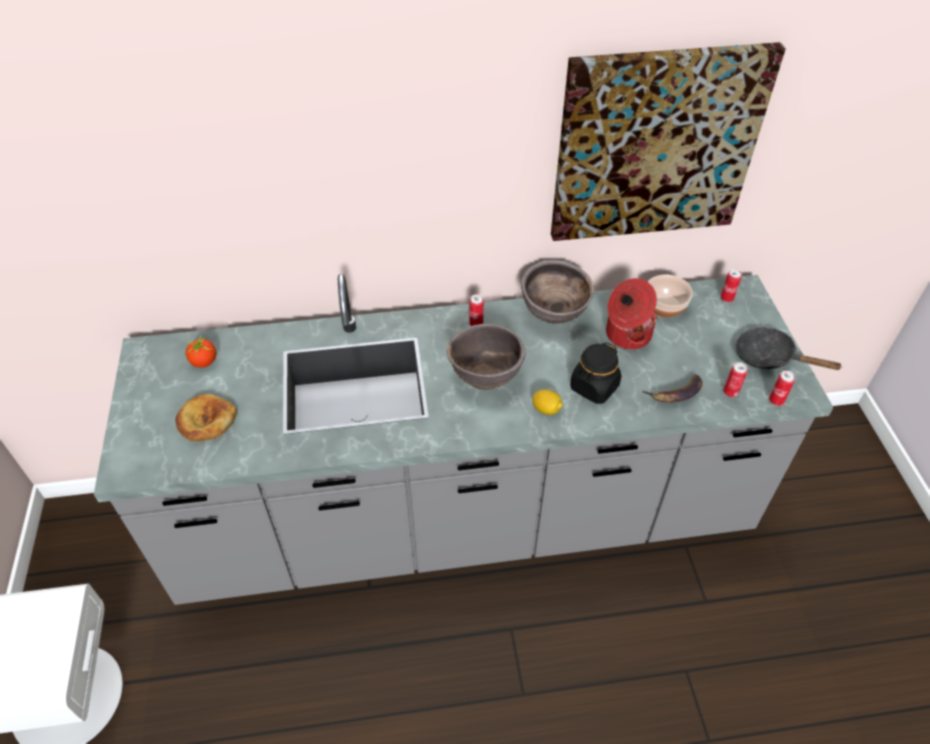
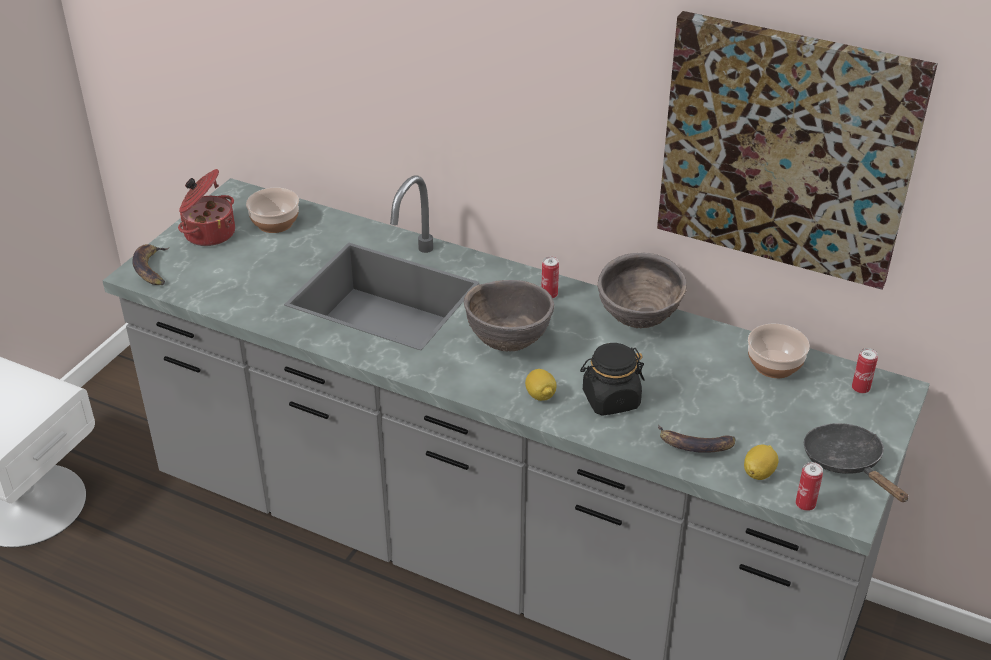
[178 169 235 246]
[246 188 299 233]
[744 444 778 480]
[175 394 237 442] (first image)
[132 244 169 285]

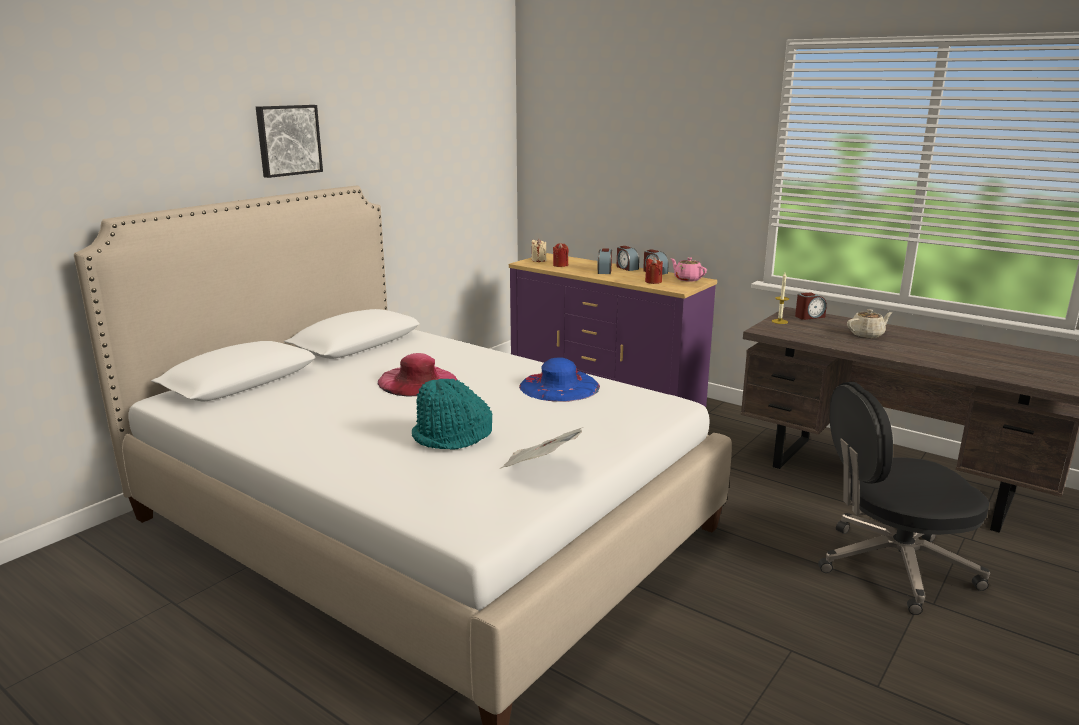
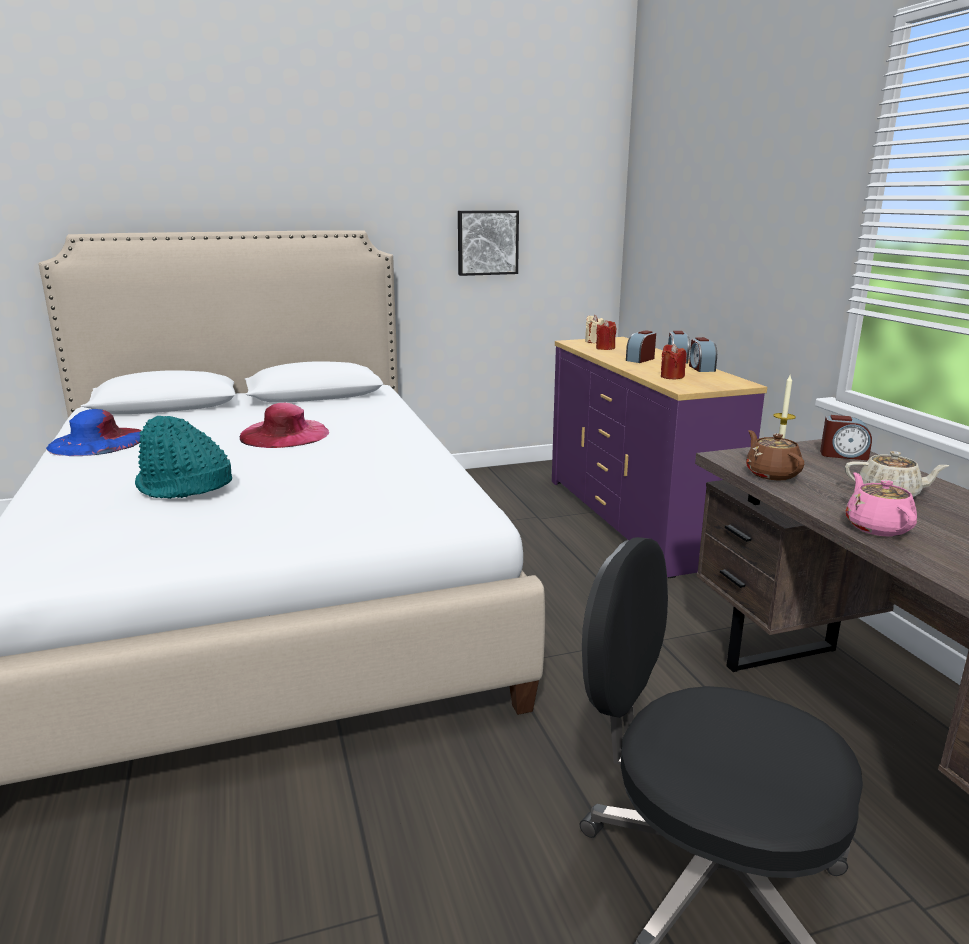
[458 210 519 276]
[845 472 917 537]
[46 409 141 456]
[499 427 583 469] (first image)
[746 430 804 480]

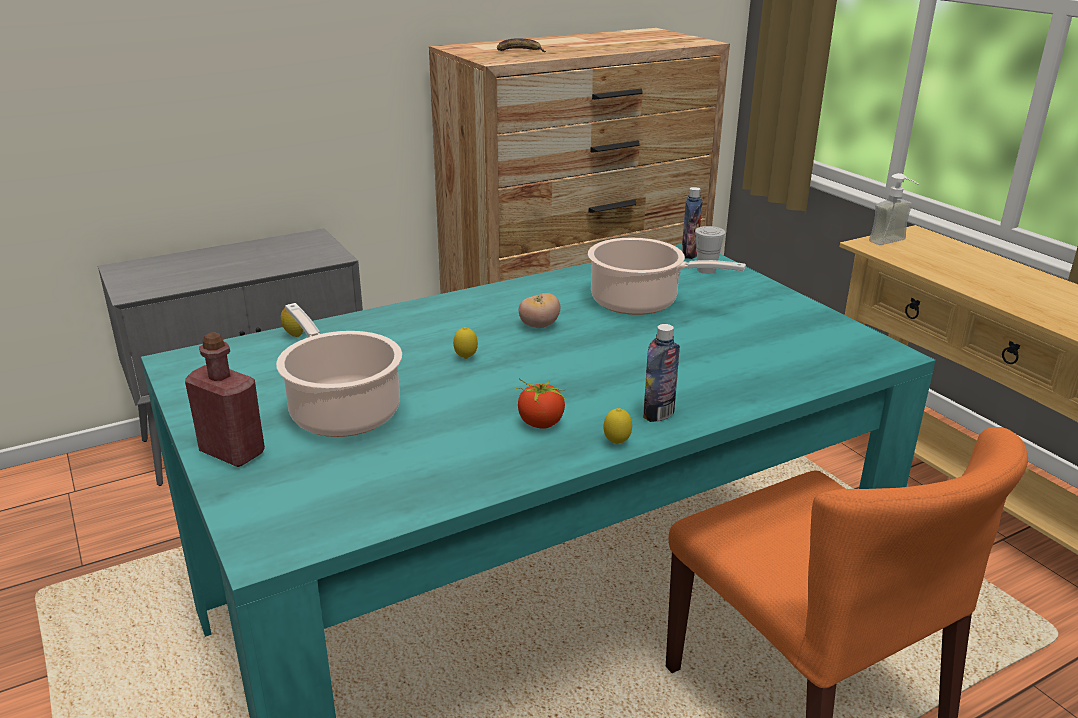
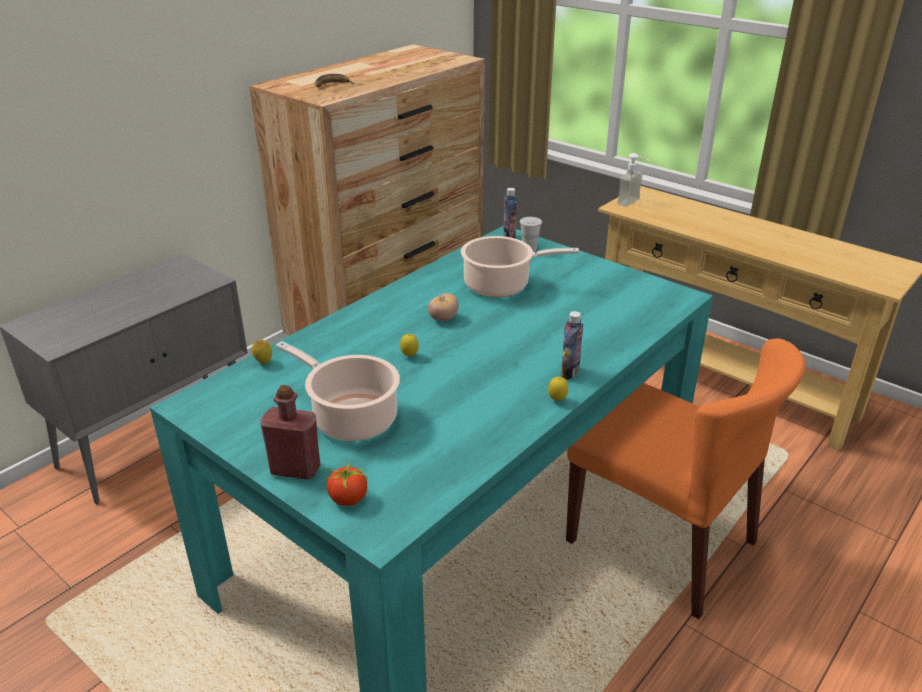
[324 462 368 506]

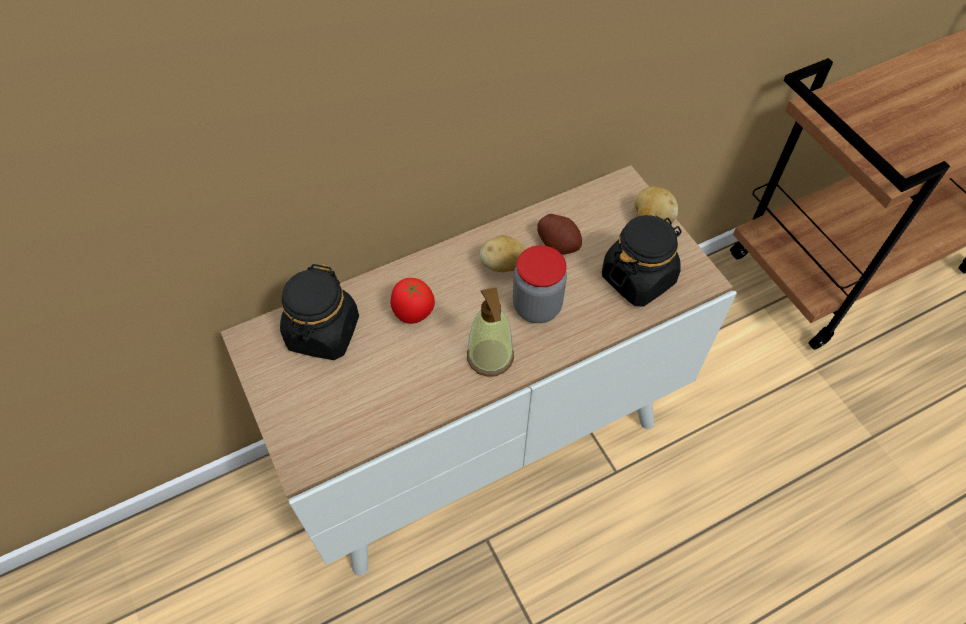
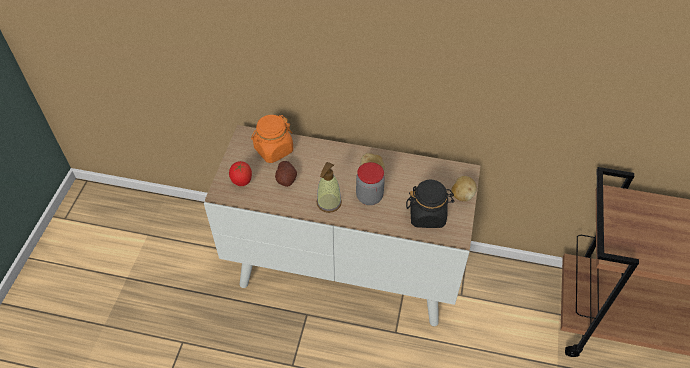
[275 161 297 187]
[251 115 293 163]
[229 161 252 186]

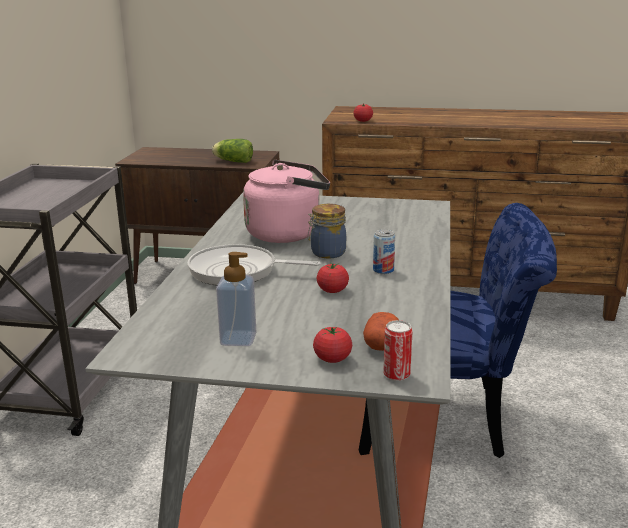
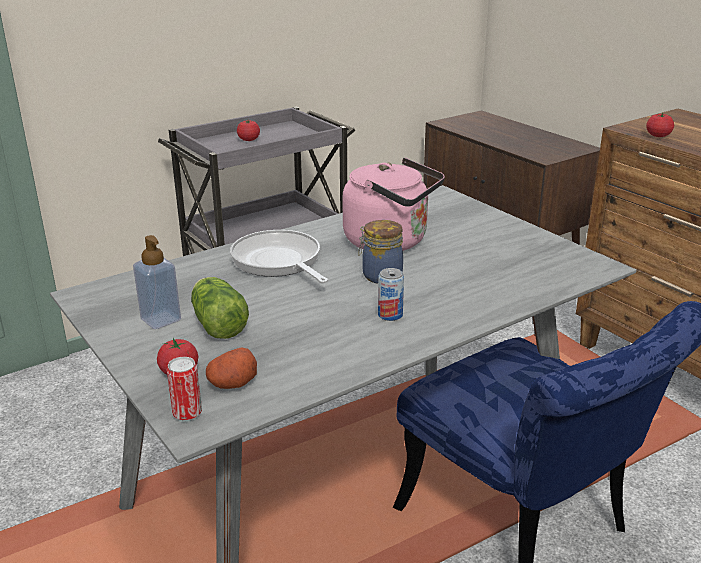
[191 277 249 339]
[237 120 260 141]

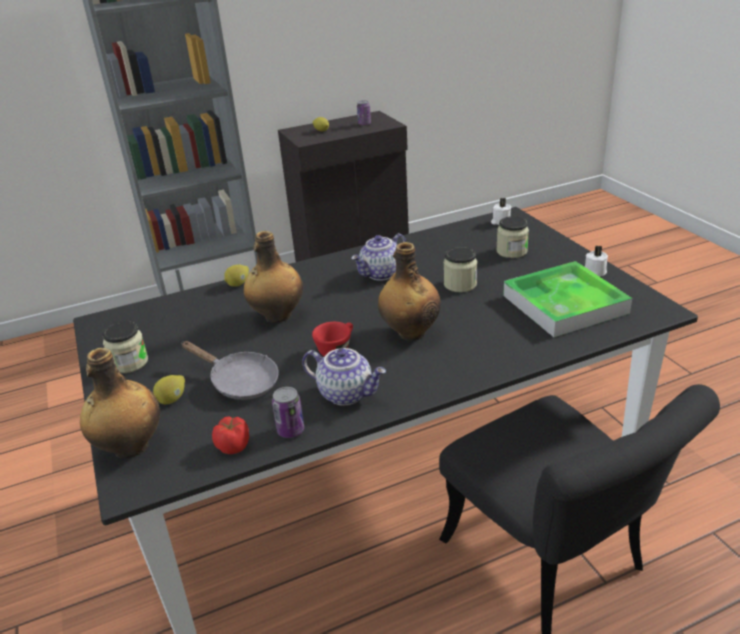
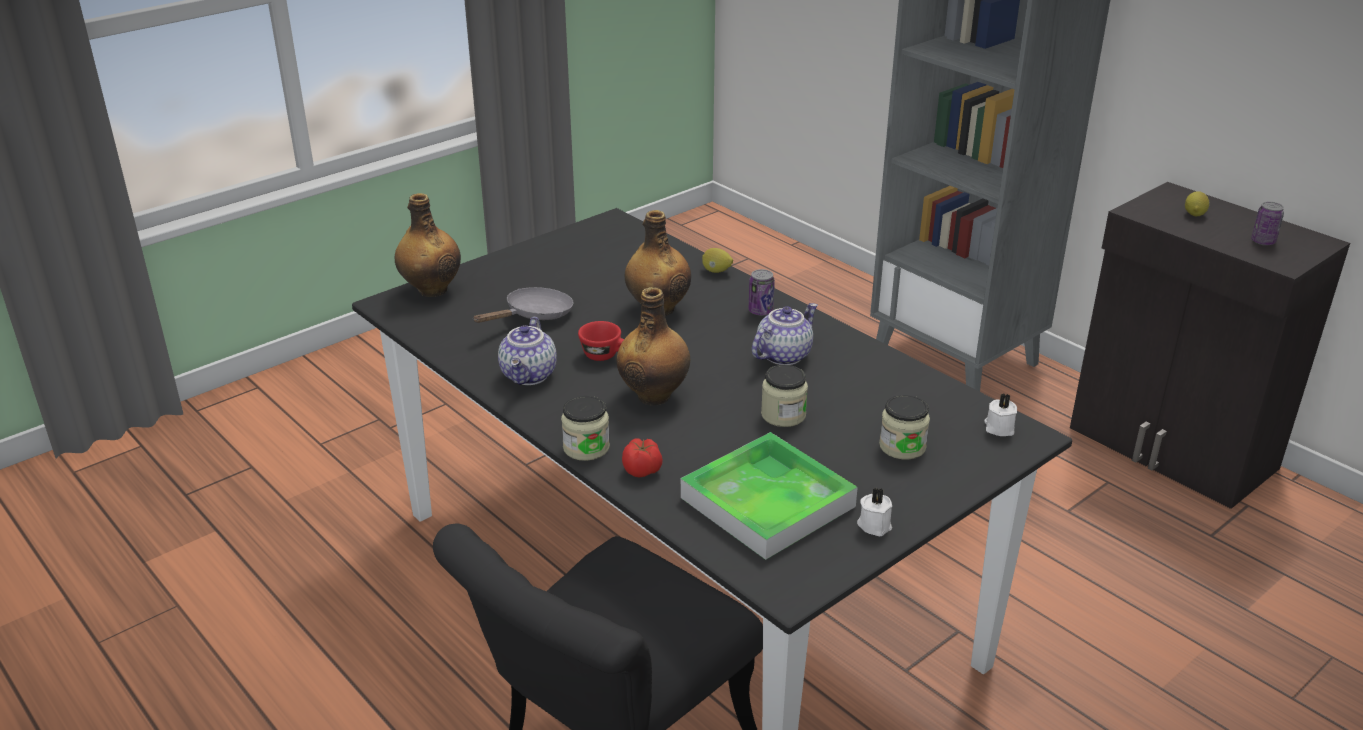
[752 303 818 365]
[561 396 610 461]
[473 287 574 323]
[153 375 185 404] (first image)
[749 269 775 316]
[622 439 663 477]

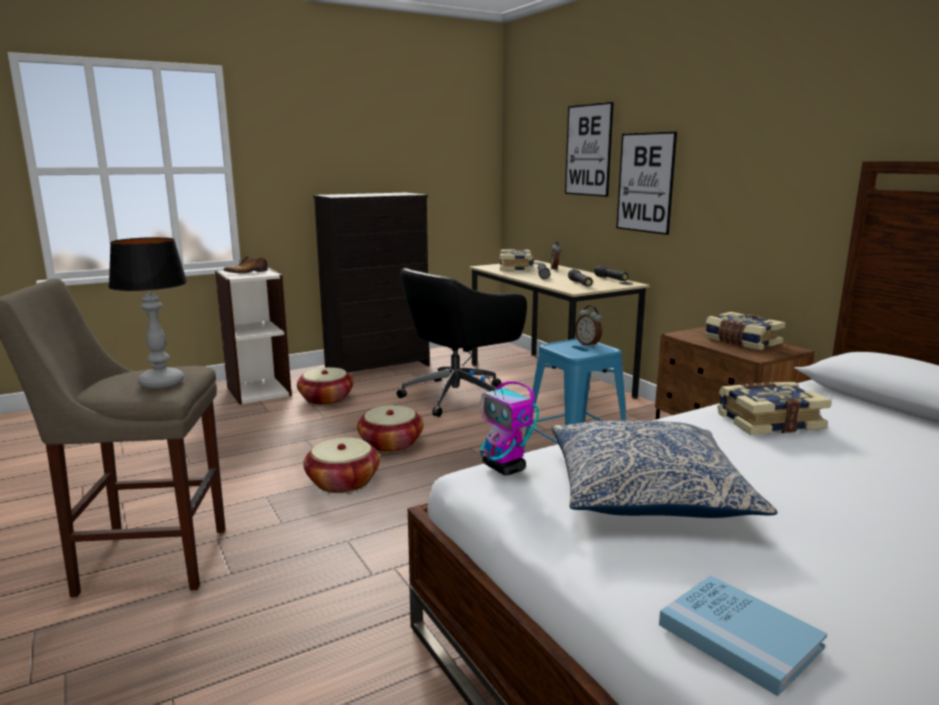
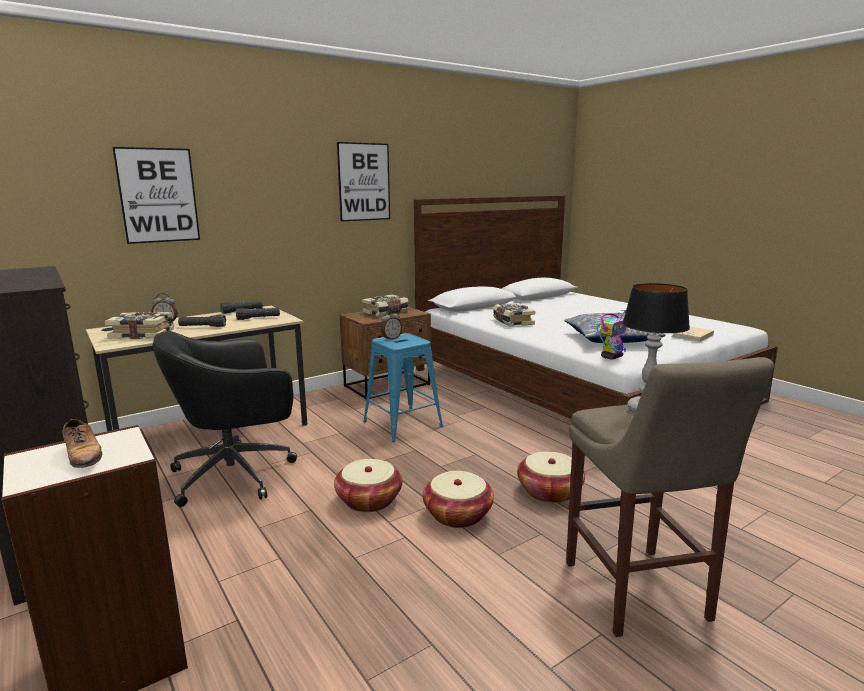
[337 142 390 222]
[153 331 297 507]
[517 452 585 503]
[672 326 714 342]

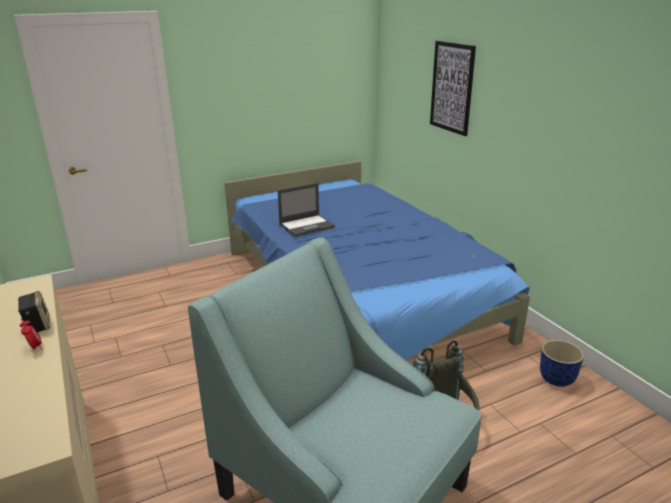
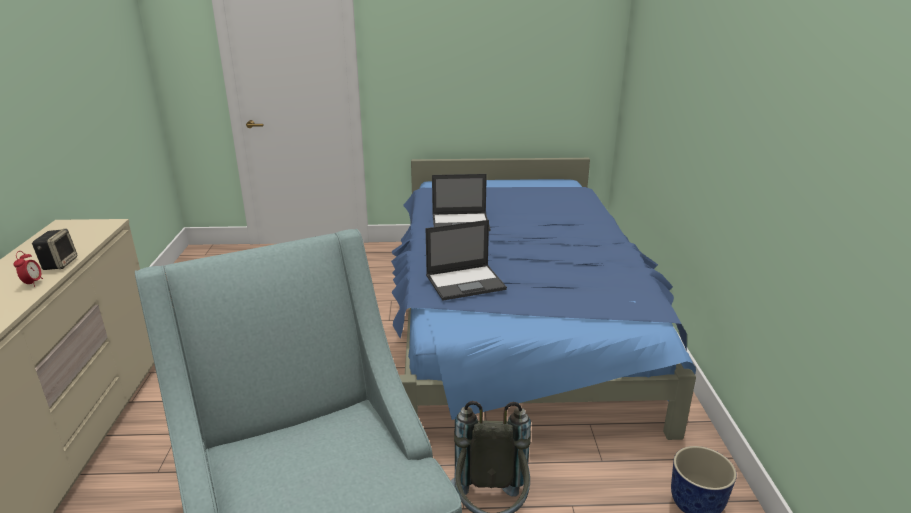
[430 41 476 136] (first image)
[426 220 507 301]

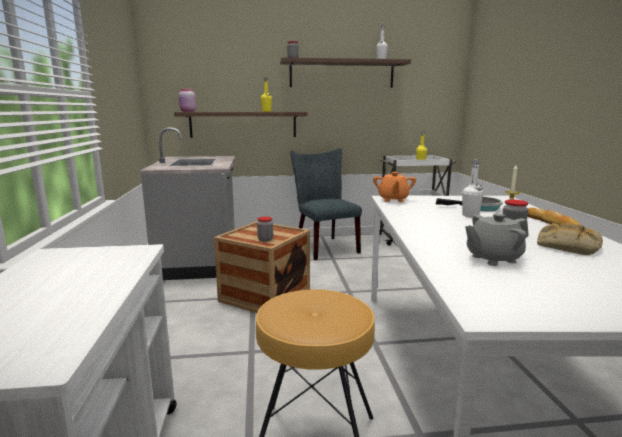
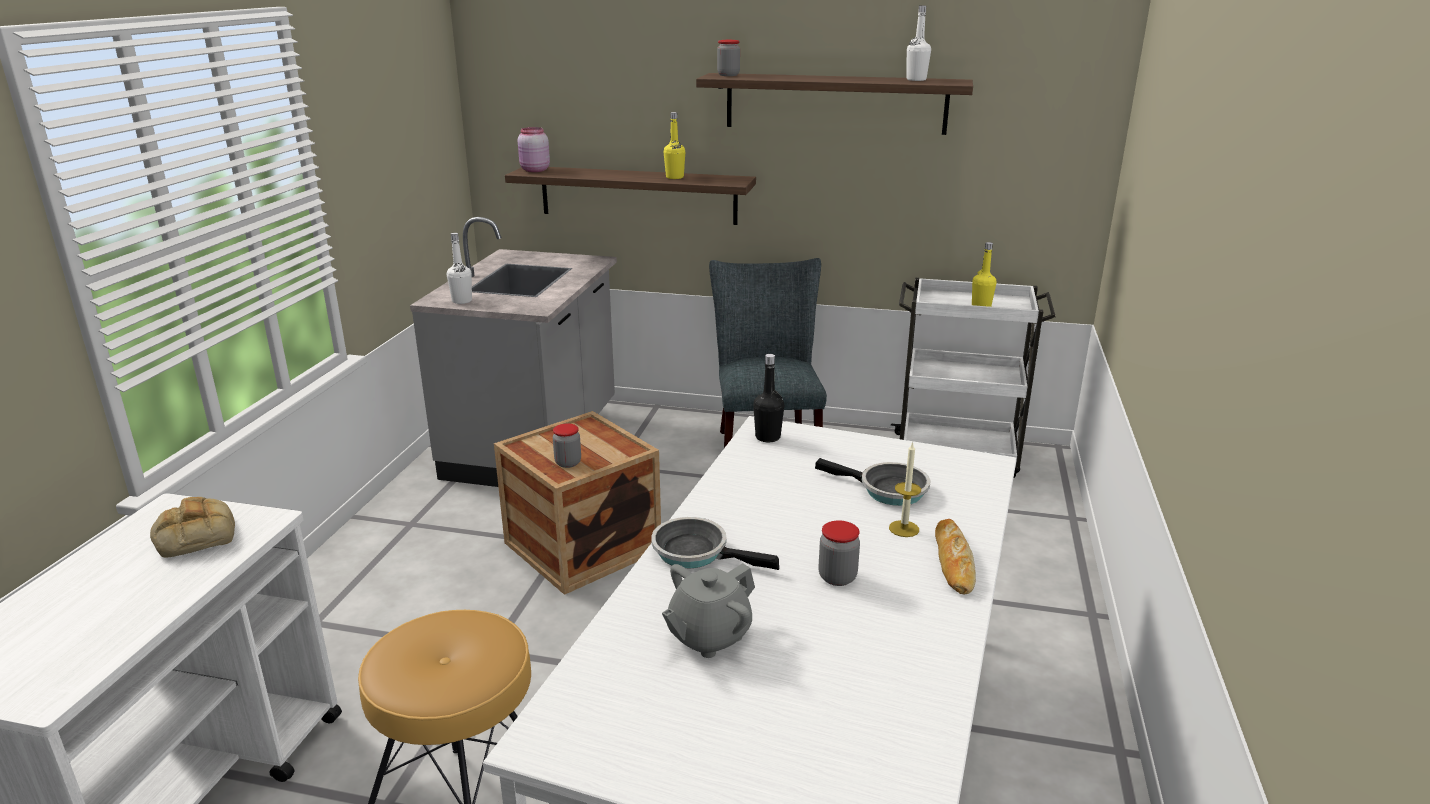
[447 233 472 304]
[753 354 784 442]
[662 563 755 658]
[150 497 235 558]
[651 517 779 570]

